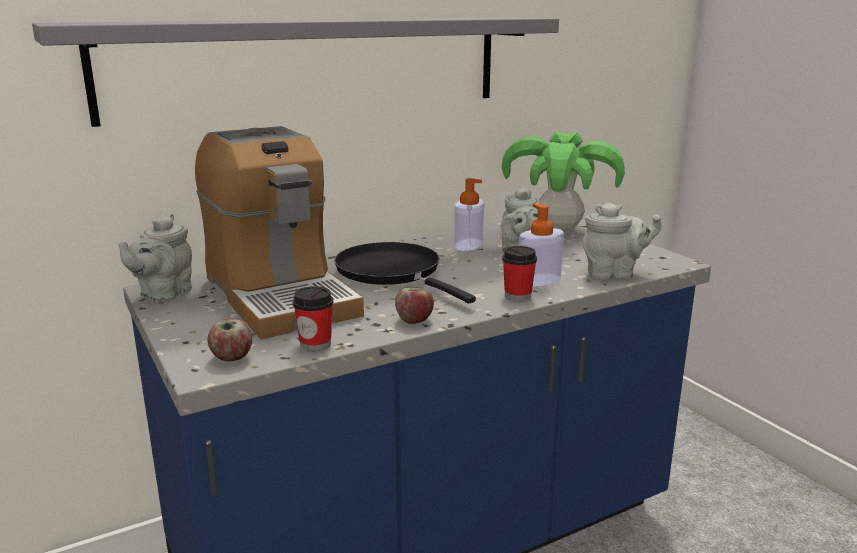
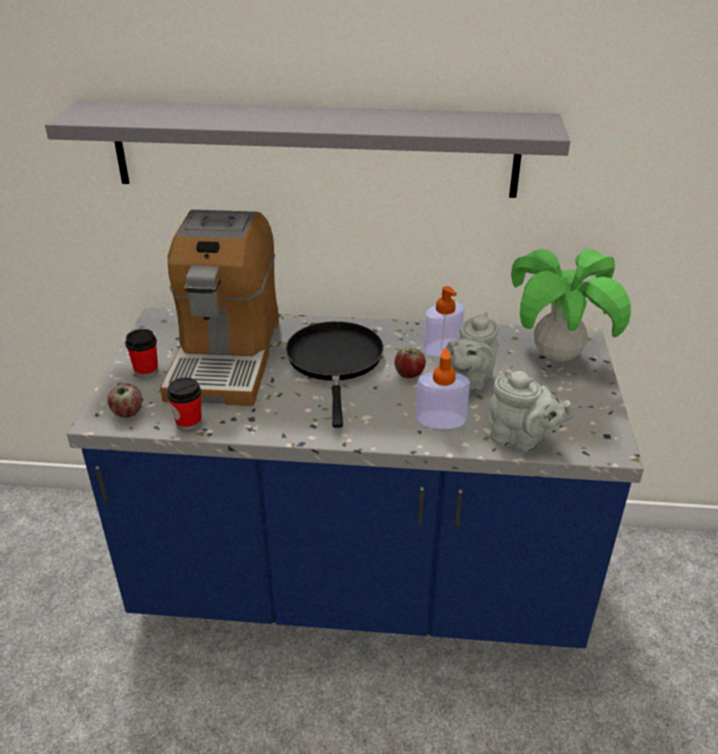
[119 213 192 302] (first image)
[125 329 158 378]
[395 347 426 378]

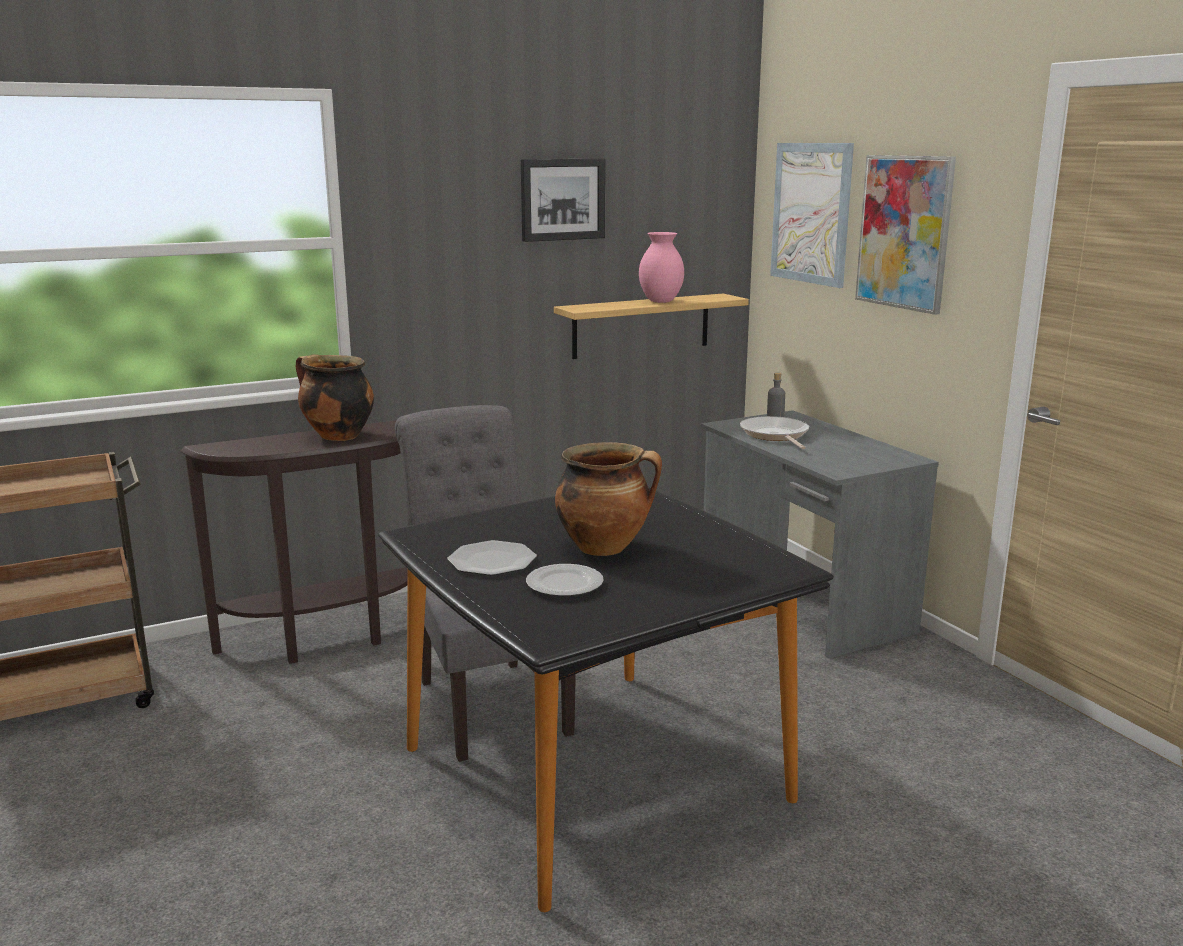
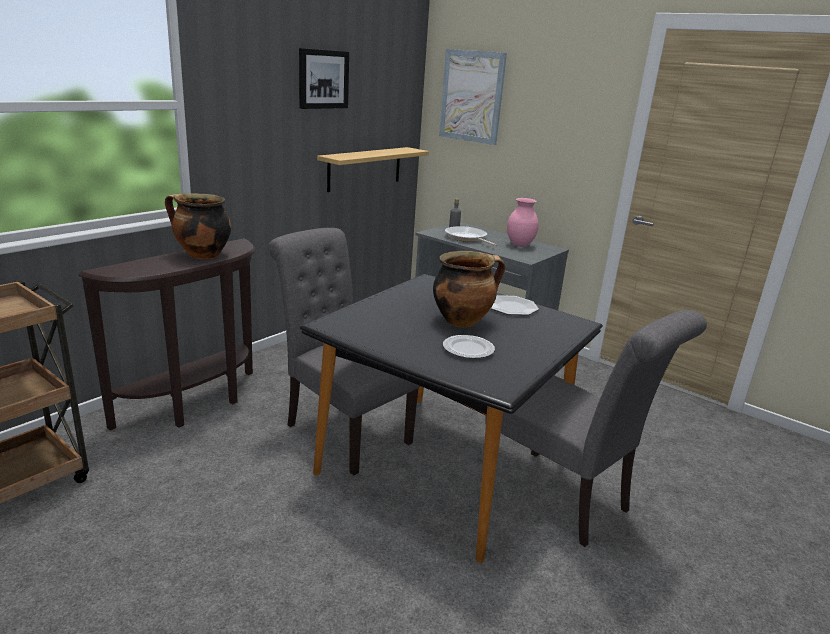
[855 155 956 315] (first image)
[507 198 539 247]
[491 295 539 315]
[485 310 707 547]

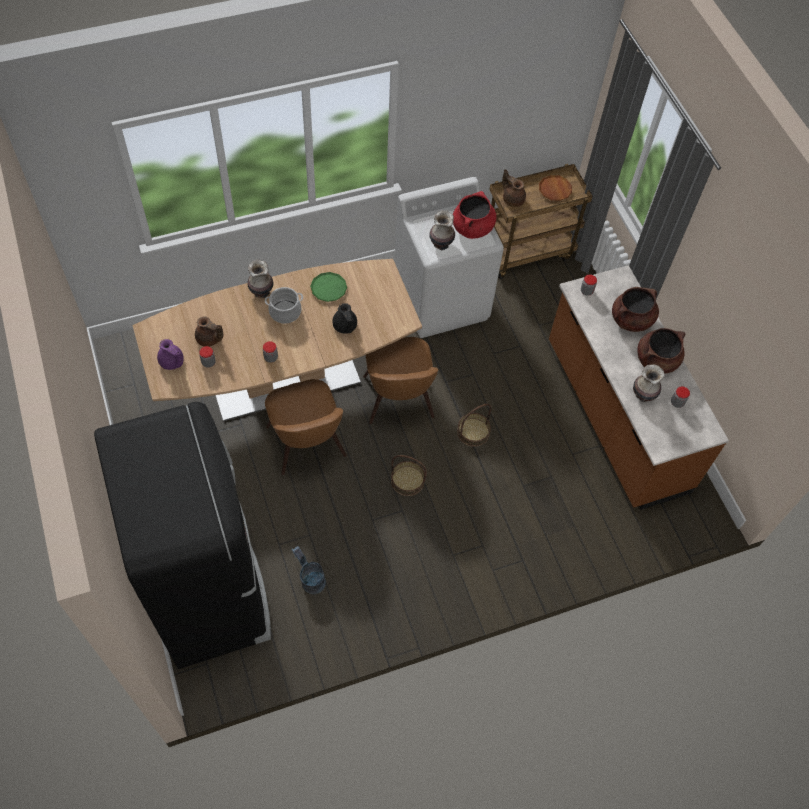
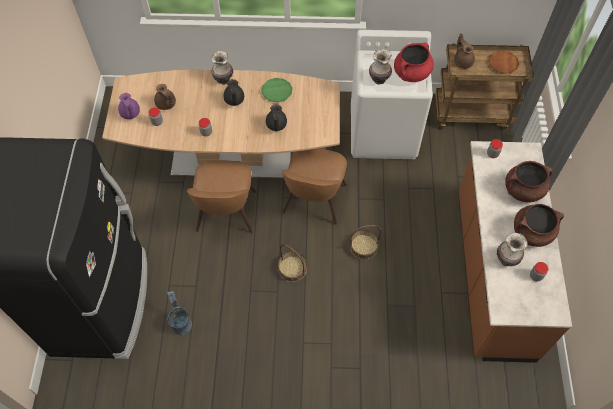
[224 79 244 106]

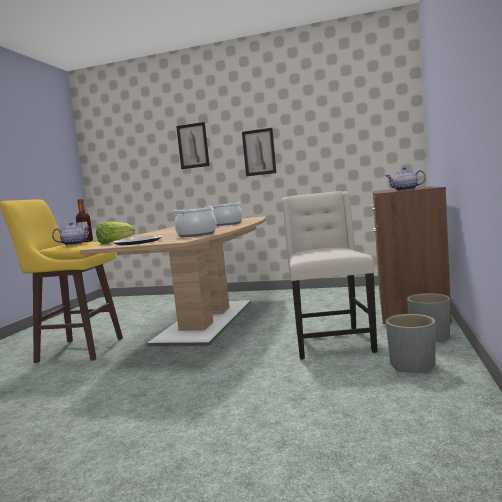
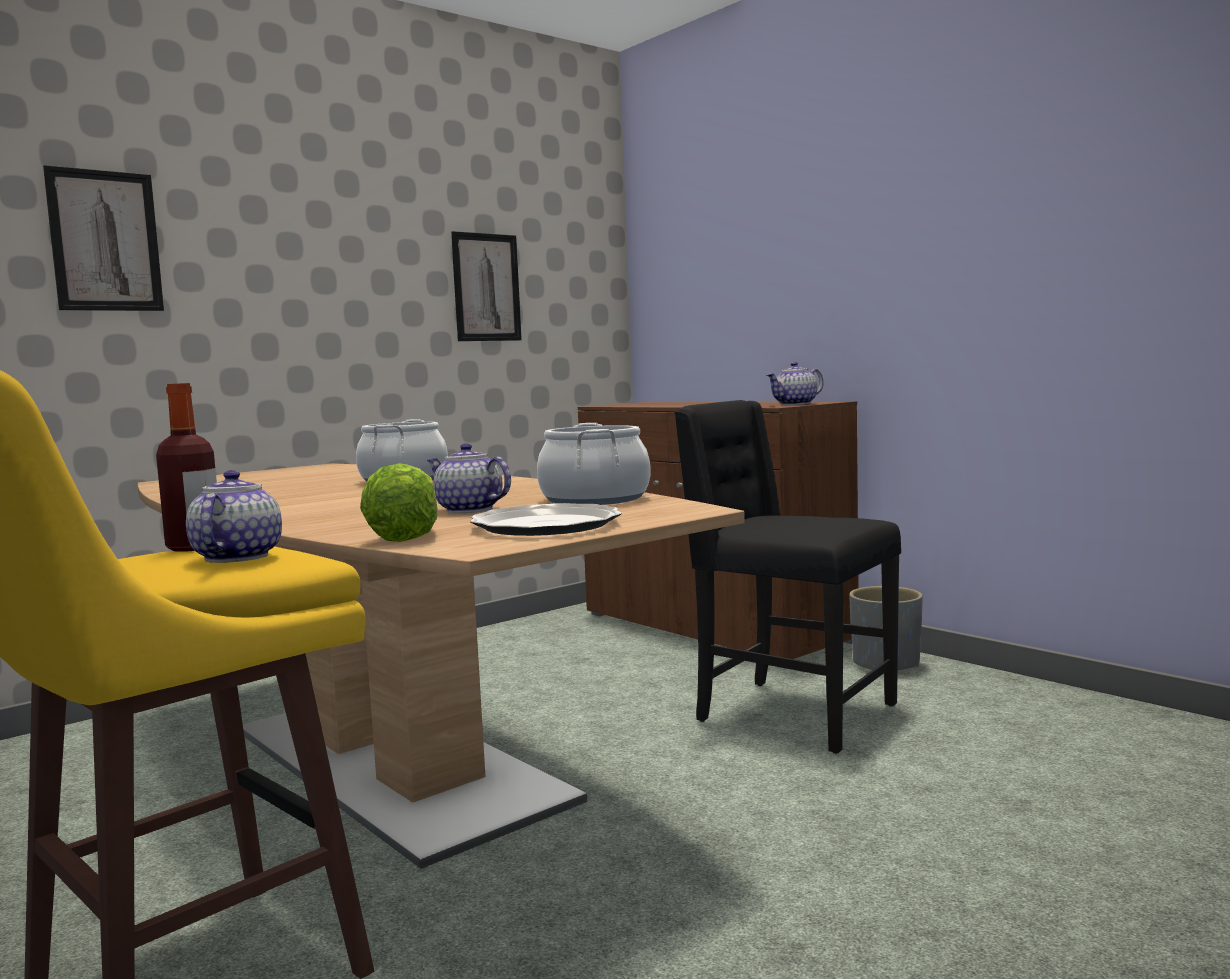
[451 231 522 341]
[674 400 901 754]
[386 314 436 373] (first image)
[427 443 511 513]

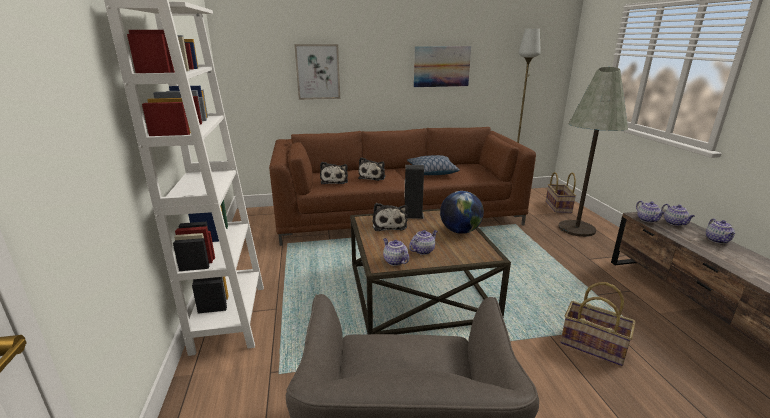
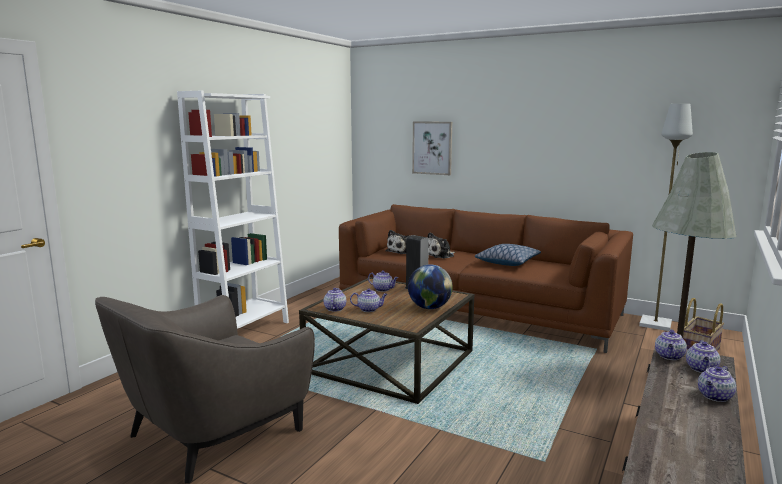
[414 46 471 87] (first image)
[368 270 398 292]
[560 282 635 366] (first image)

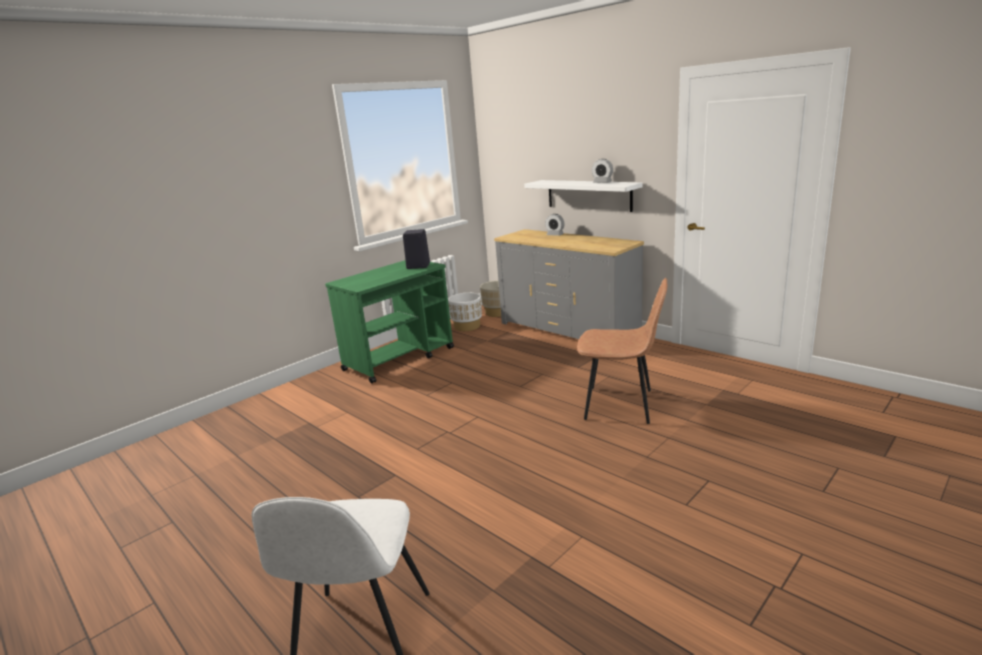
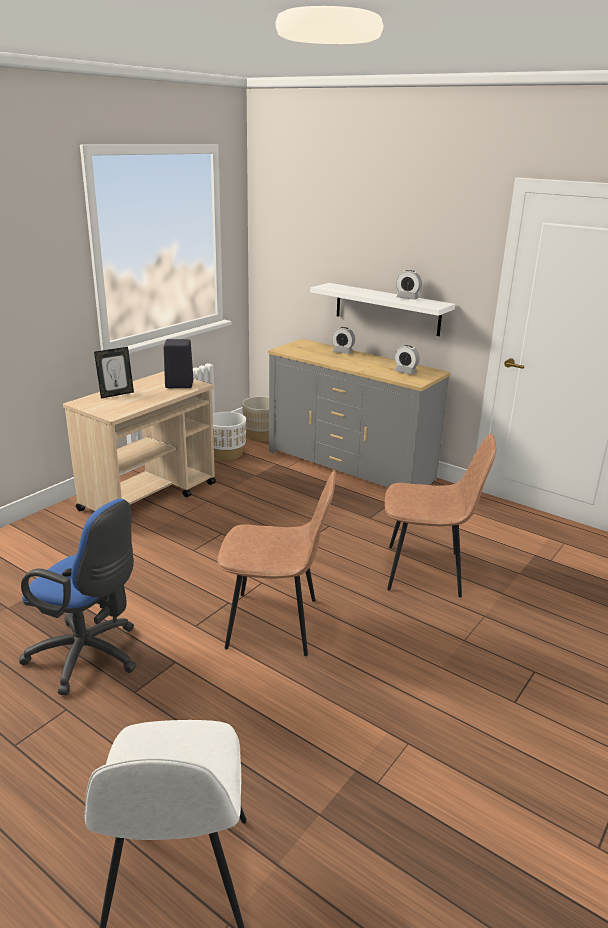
[63 371 216 511]
[395 345 420 375]
[94 347 134 399]
[217 470 336 656]
[19 499 136 695]

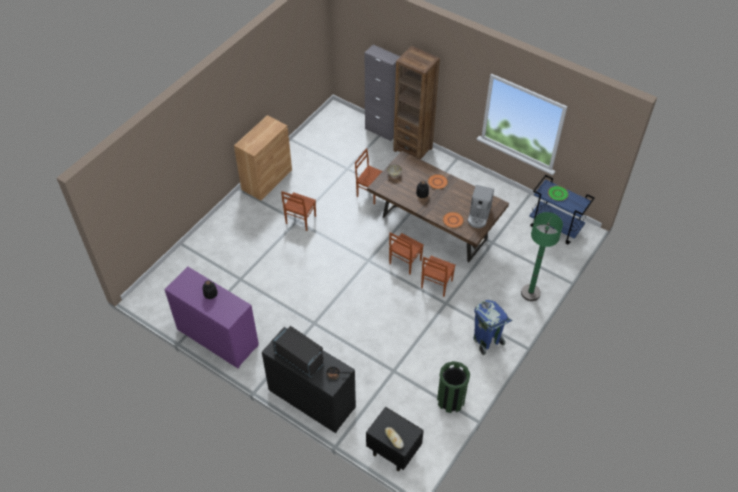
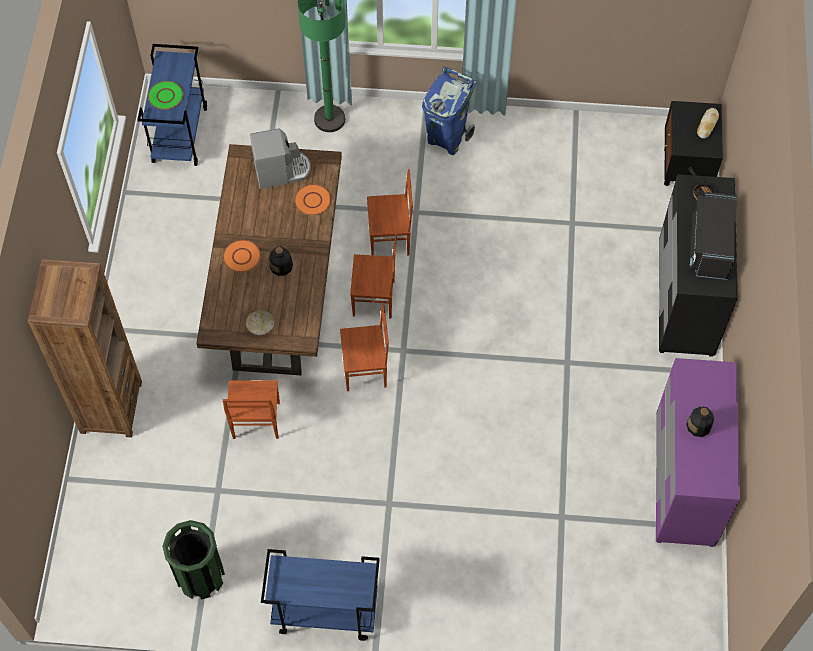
[365 45 400 141] (first image)
[261 549 380 641]
[340 302 389 391]
[162 520 225 600]

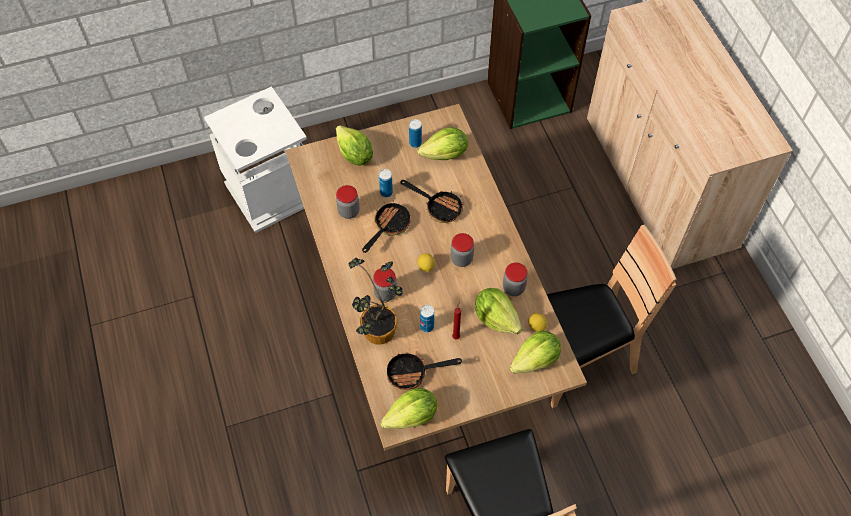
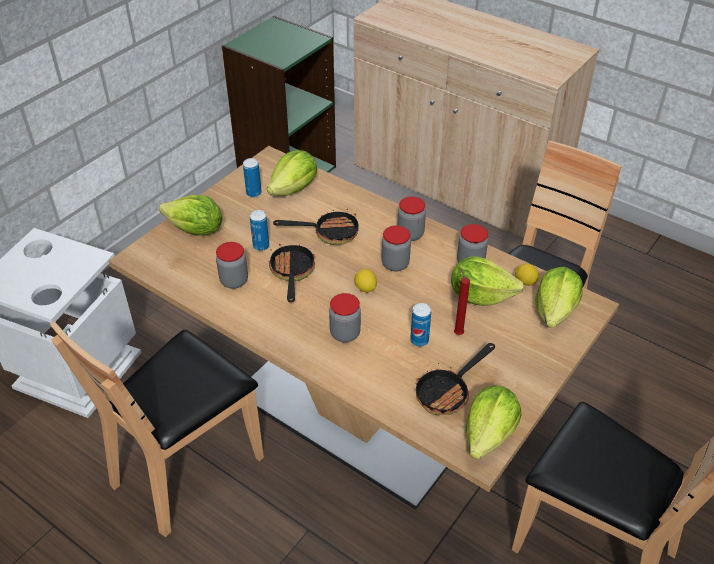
[349 258 403 345] (first image)
[397 196 426 241]
[50 321 264 537]

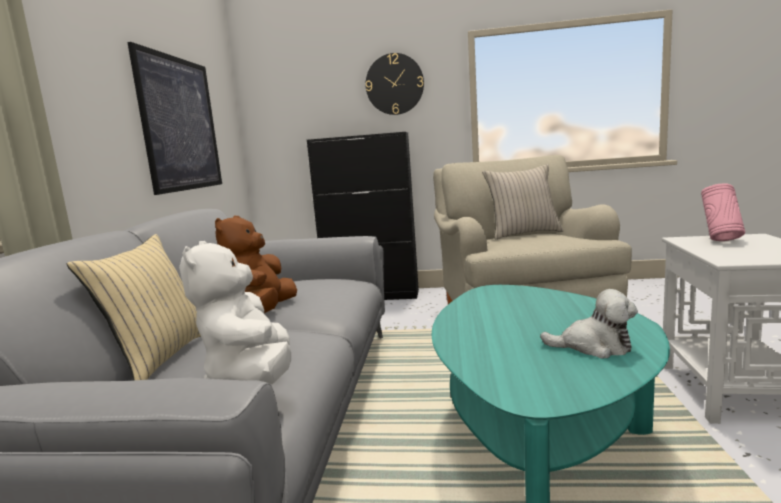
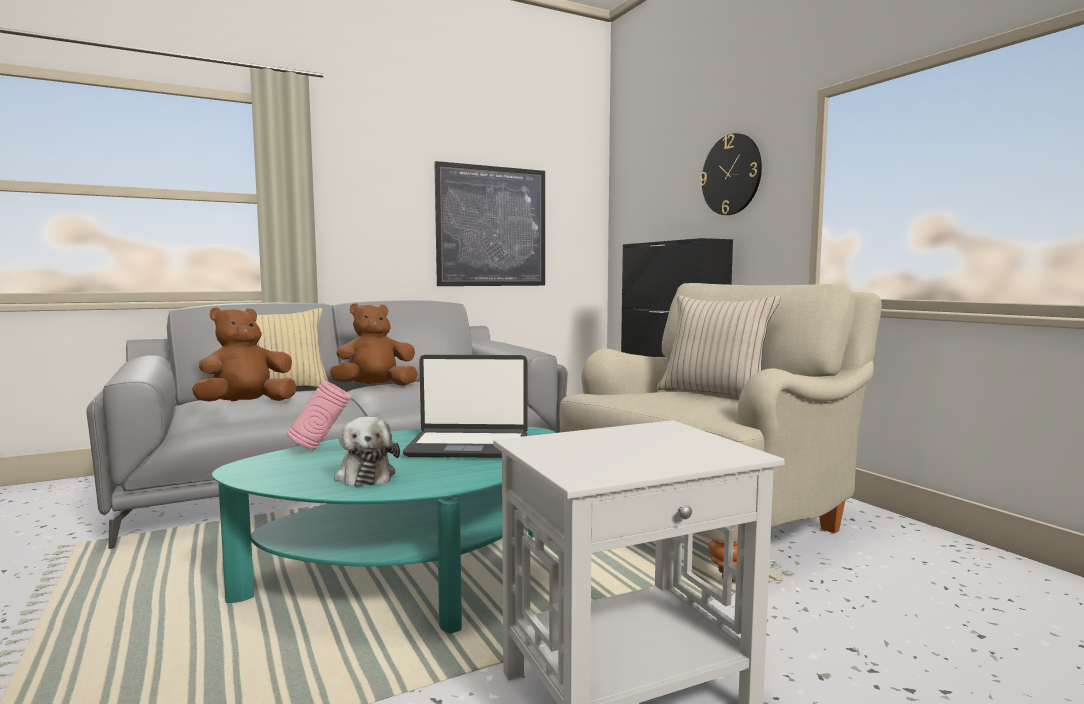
[287 380 351 450]
[192 307 297 401]
[403 355 528 458]

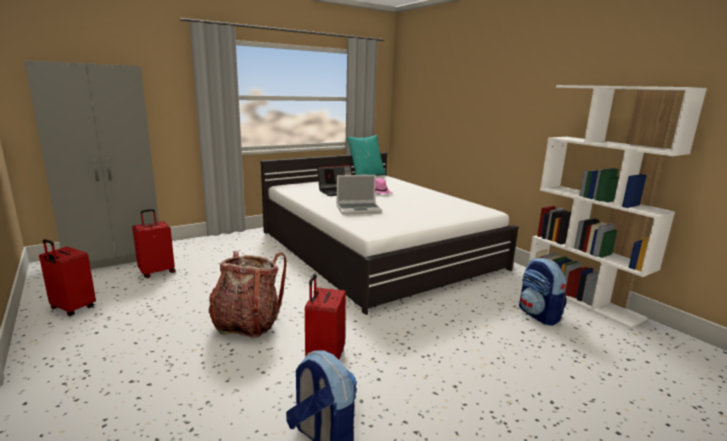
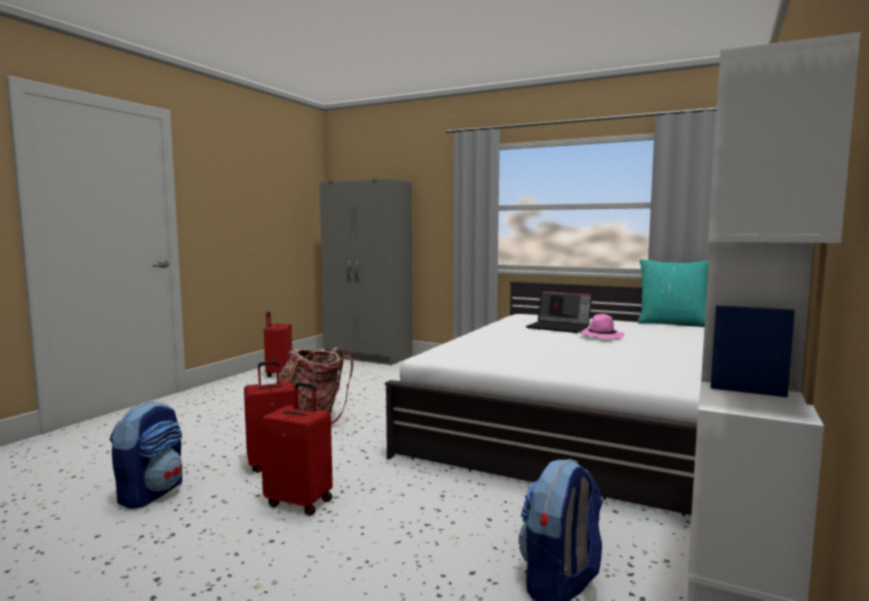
[336 175 382 215] (first image)
[260 383 333 516]

